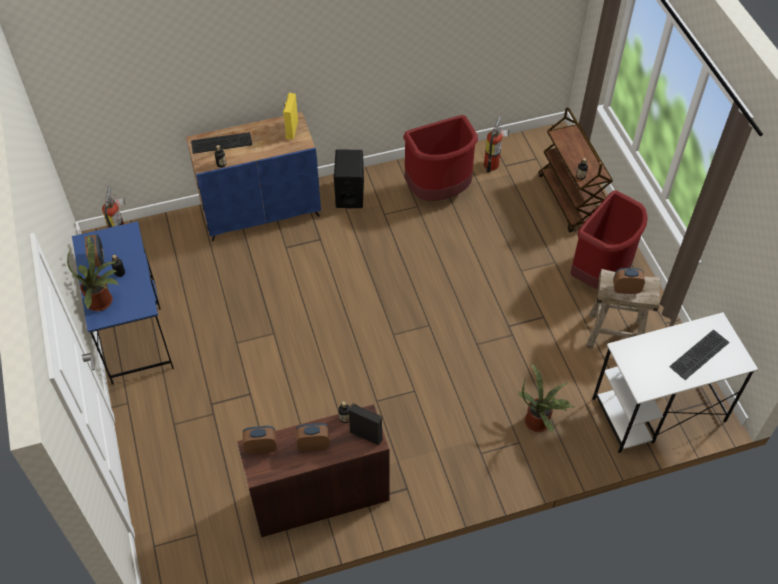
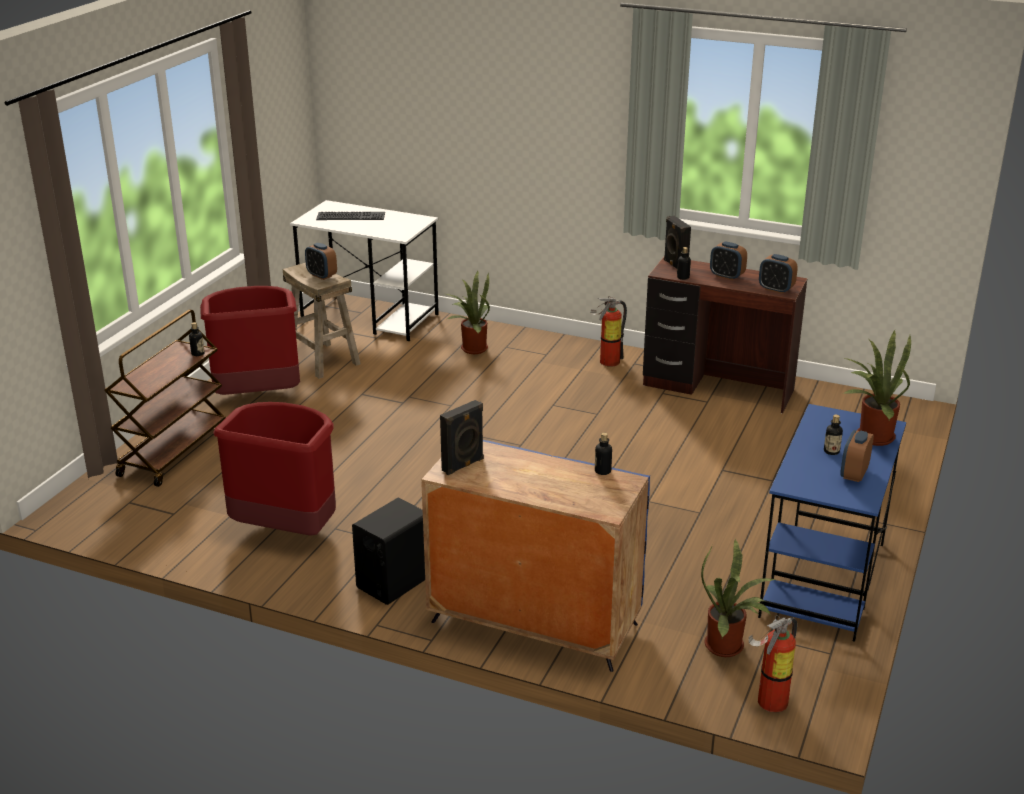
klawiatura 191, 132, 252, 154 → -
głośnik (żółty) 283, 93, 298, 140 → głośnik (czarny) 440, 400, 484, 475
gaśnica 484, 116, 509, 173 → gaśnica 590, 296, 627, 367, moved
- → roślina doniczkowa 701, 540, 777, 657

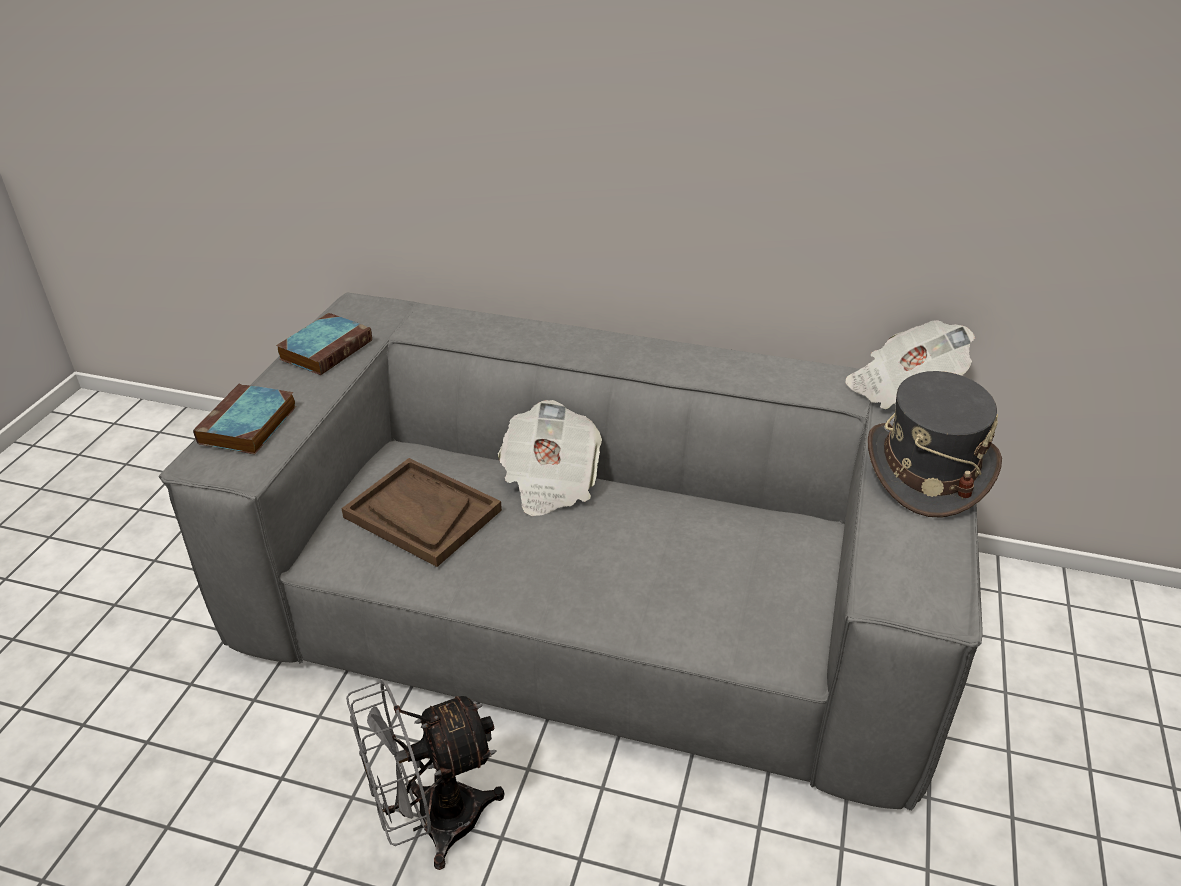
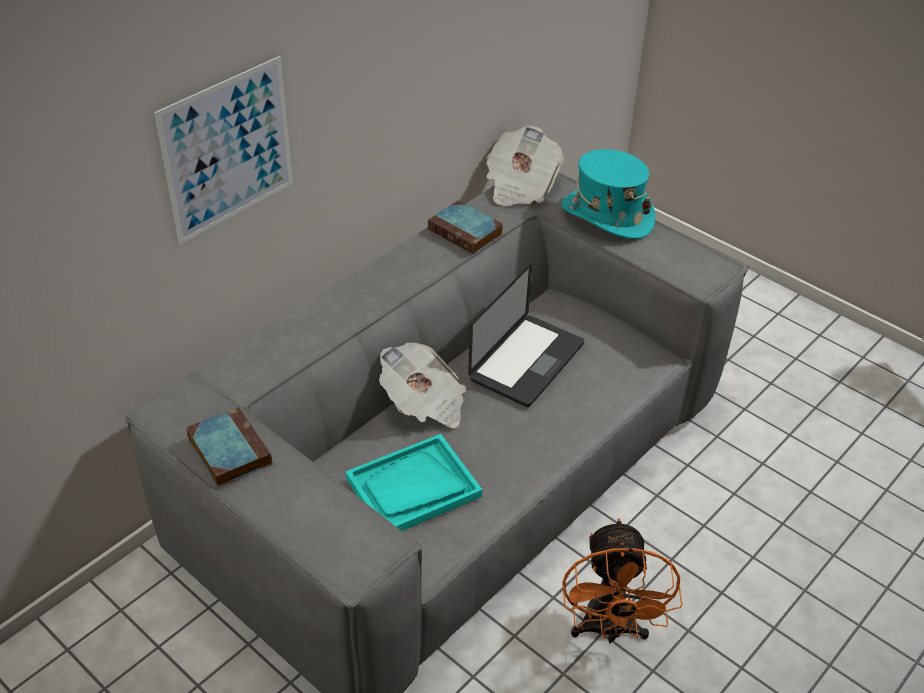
książka 193, 384, 296, 455 → książka 428, 200, 503, 254, moved
taca (brązowy) 341, 458, 502, 567 → taca (turkusowy) 346, 434, 482, 531
wentylator (szary) 346, 680, 505, 870 → wentylator (pomarańczowy) 562, 518, 683, 643
kapelusz (szary) 868, 371, 1002, 518 → kapelusz (turkusowy) 561, 149, 655, 239
- → obraz 154, 56, 293, 244
- → laptop 468, 264, 584, 407

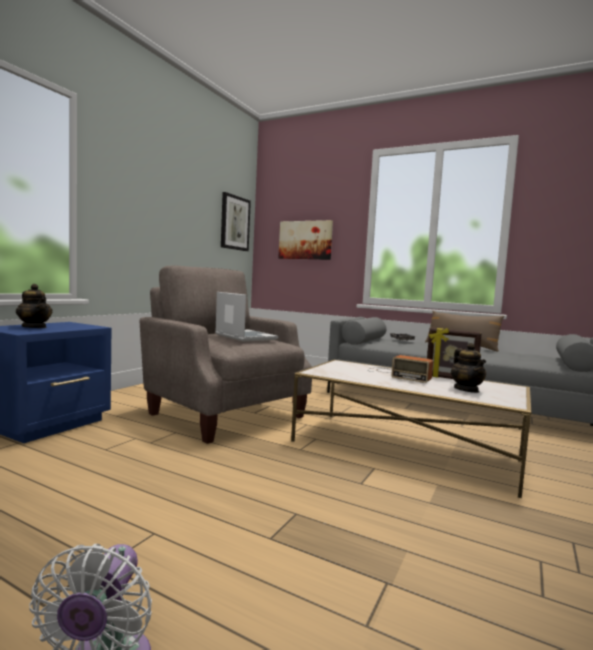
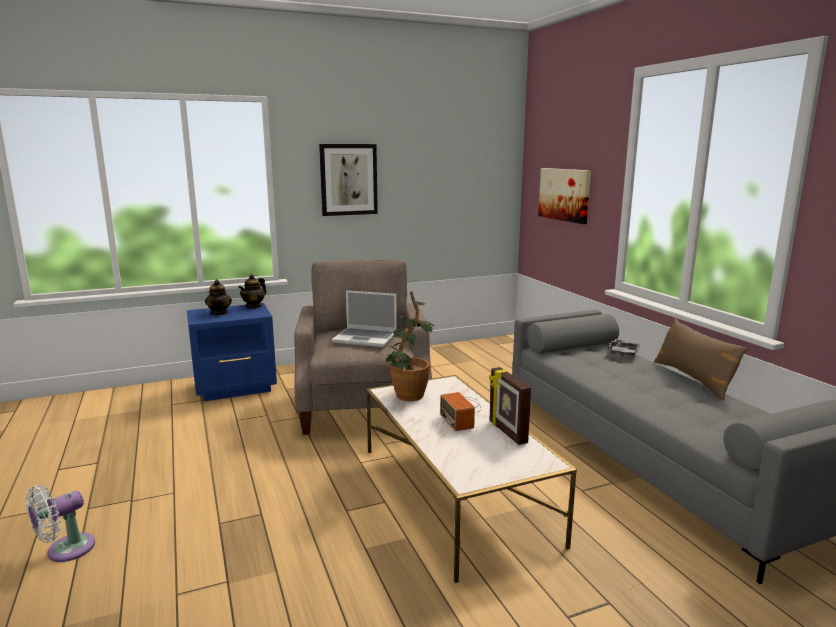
laptop 215, 292, 278, 341 → laptop 332, 291, 397, 347, 105 degrees clockwise
obraz 221, 192, 251, 251 → obraz 319, 144, 378, 216, moved
imbryk 451, 343, 486, 393 → imbryk 238, 274, 267, 309, moved
- → roślina doniczkowa 386, 291, 434, 401

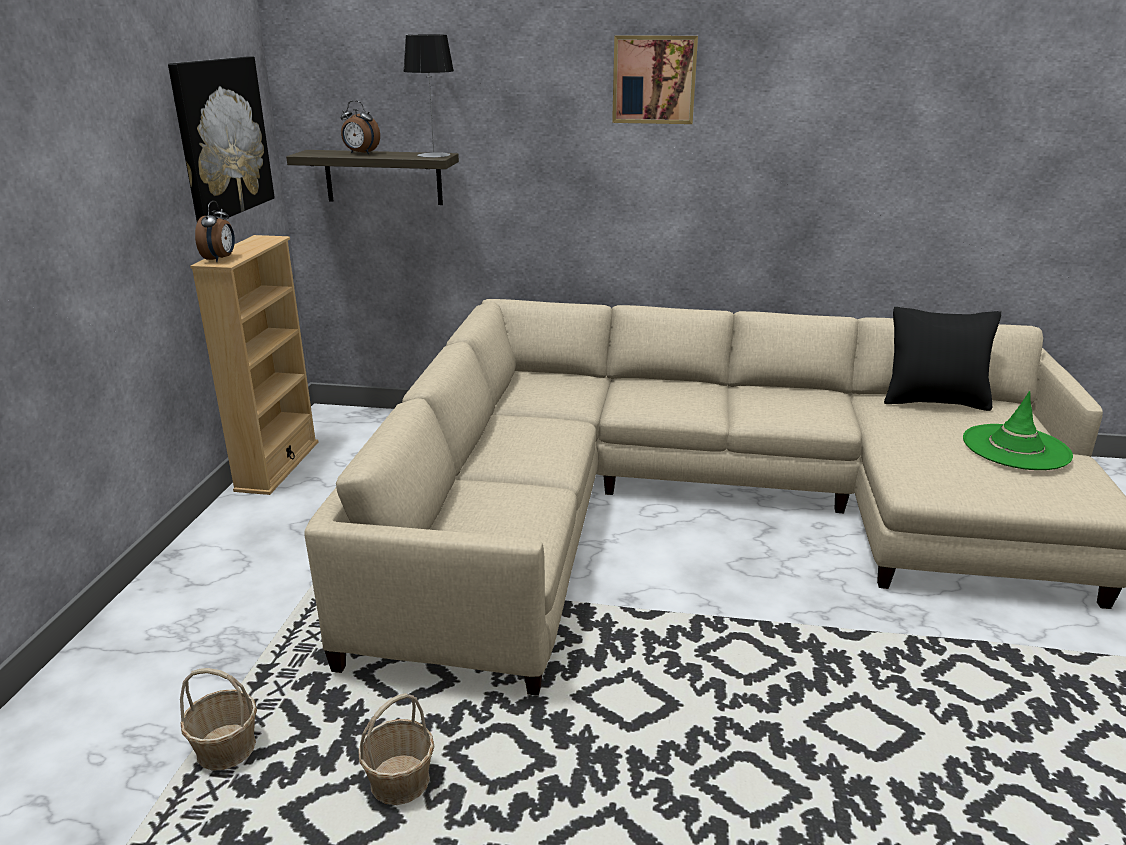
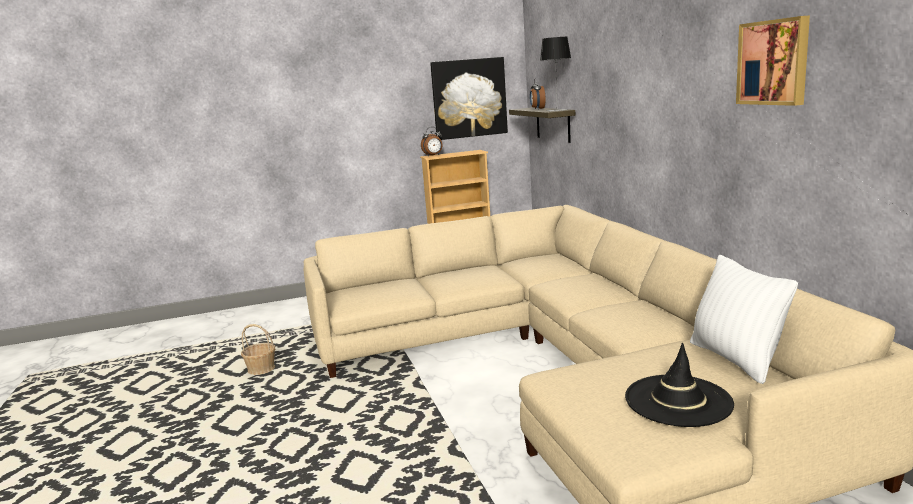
koszyk 180, 668, 257, 771 → -
obraz 612, 35, 698, 124 → obraz 736, 15, 810, 106, moved
poduszka (czarny) 884, 307, 1001, 411 → poduszka (biały) 690, 255, 798, 384
kapelusz (zielony) 963, 391, 1073, 470 → kapelusz (czarny) 625, 343, 734, 427

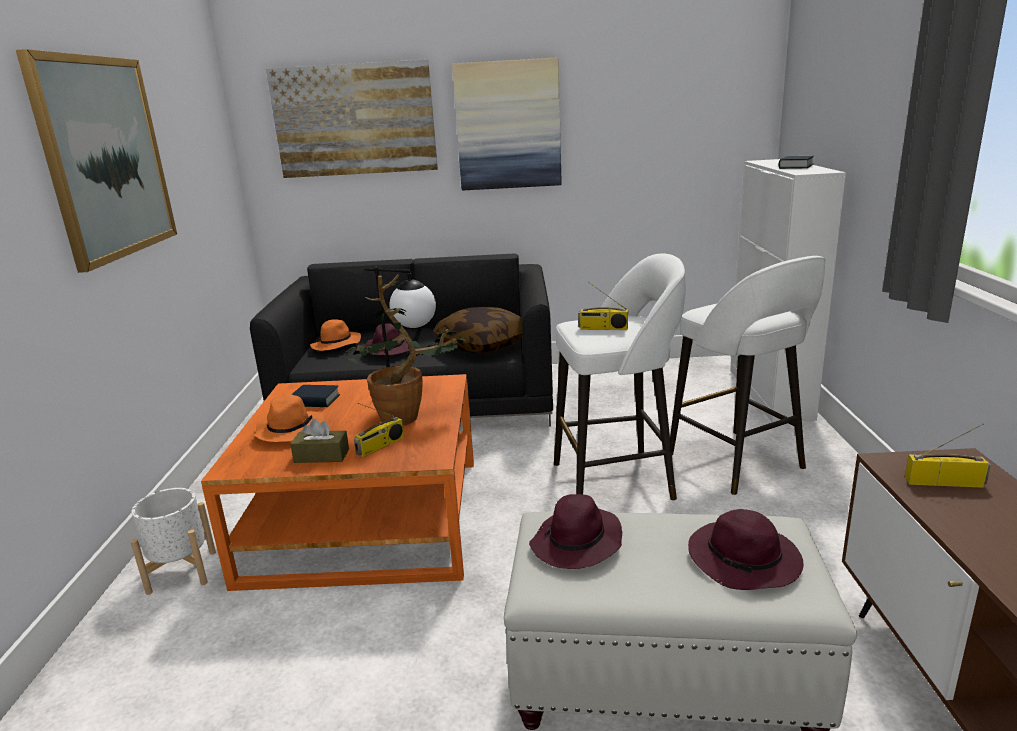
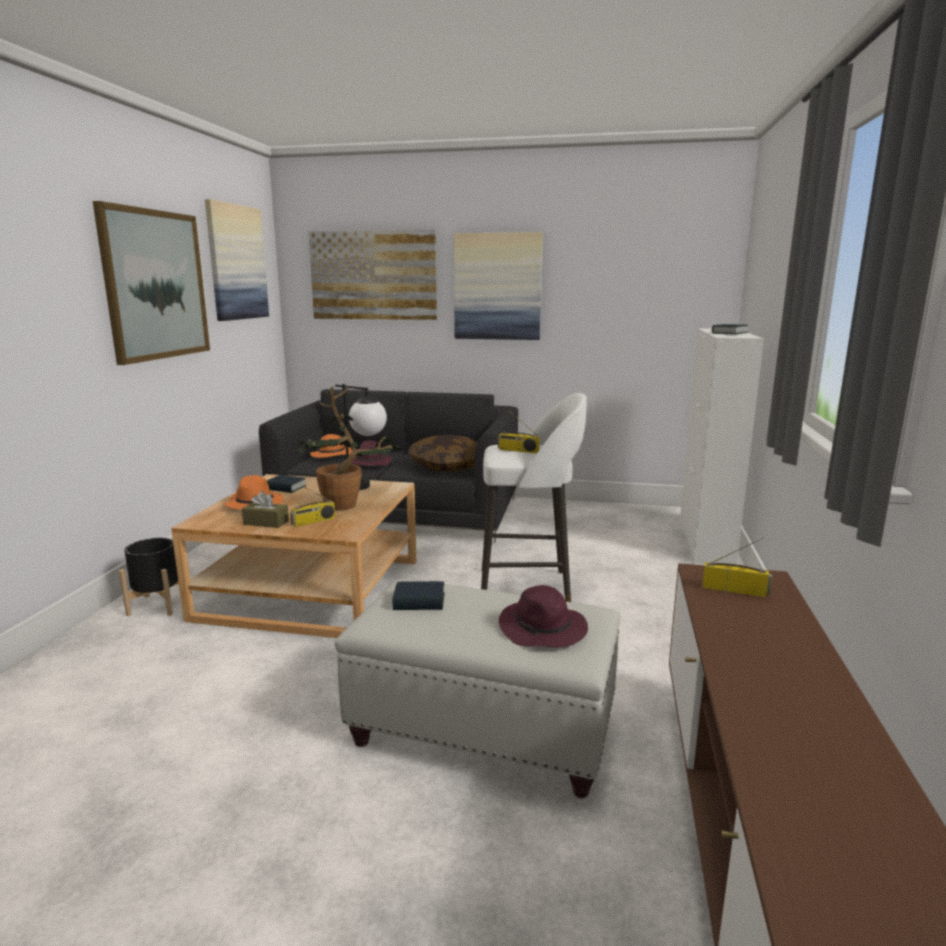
donica (biały) 130, 488, 216, 595 → donica (czarny) 119, 538, 179, 616
ława (pomarańczowy) 201, 374, 474, 591 → ława (beżowy) 171, 474, 416, 638
kapelusz (fioletowy) 529, 494, 622, 569 → książka 392, 581, 445, 610
stołek (biały) 670, 256, 825, 495 → -
- → obraz 205, 199, 269, 321

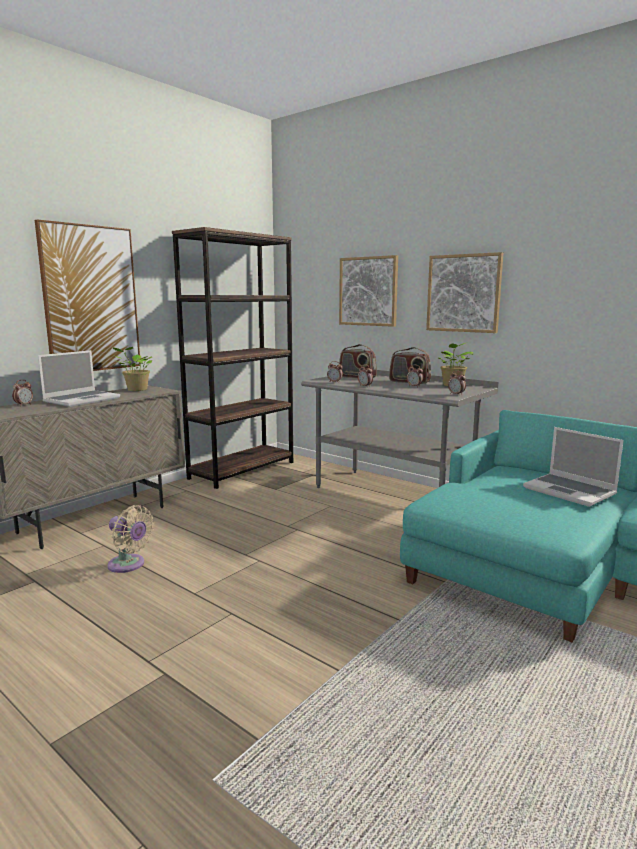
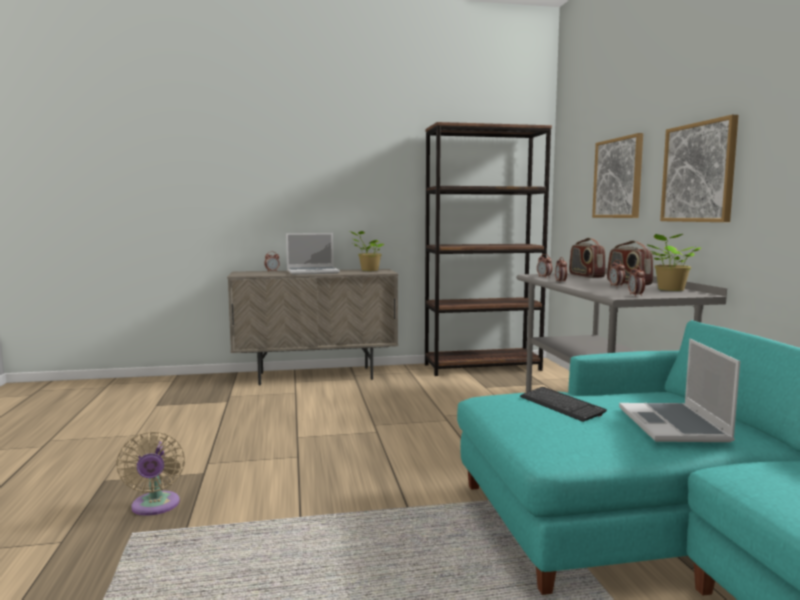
obraz 35, 219, 140, 371 → -
wentylator (beżowy) 107, 505, 154, 573 → wentylator (beżowy) 116, 431, 185, 516, moved
- → klawiatura 520, 387, 607, 422

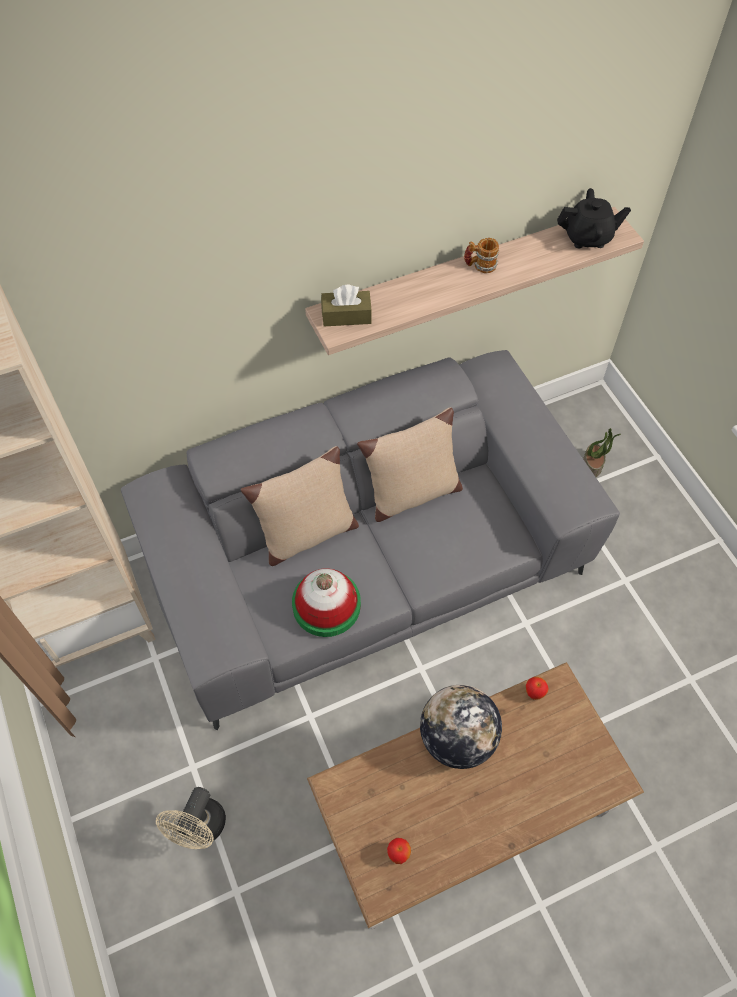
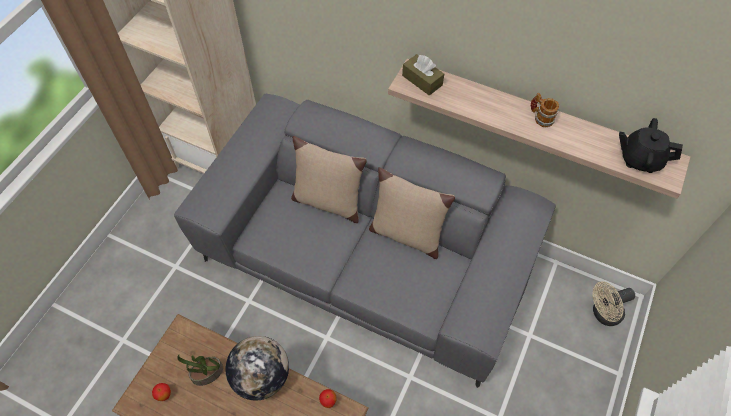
wentylator (beżowy) 156, 787, 226, 849 → wentylator (beżowy) 592, 281, 635, 326, moved
kapelusz 292, 568, 361, 637 → -
imbryk (czarny) 557, 188, 631, 248 → imbryk (czarny) 619, 118, 683, 173, 150 degrees clockwise
roślina doniczkowa 583, 428, 621, 477 → roślina doniczkowa 177, 355, 223, 386, moved

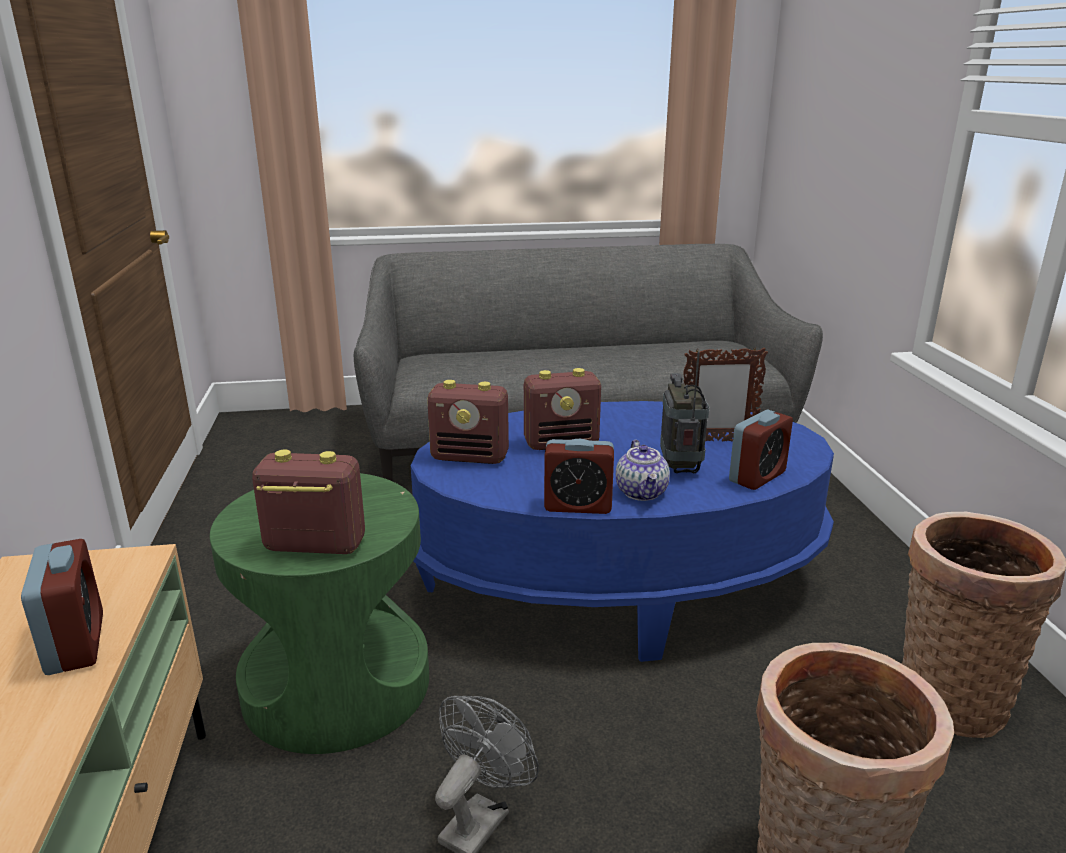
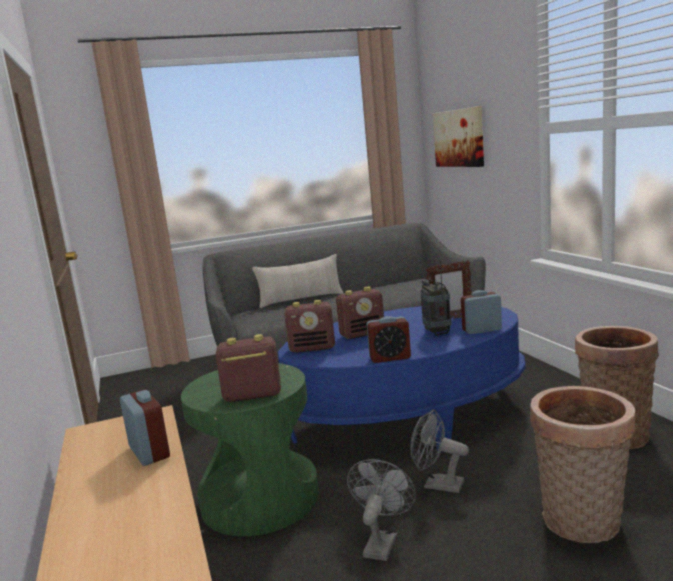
imbryk 616, 440, 670, 501 → -
budzik 729, 410, 793, 490 → budzik 461, 290, 502, 334, 135 degrees counterclockwise
- → poduszka (beżowy) 252, 254, 344, 308
- → wentylator (szary) 410, 409, 469, 493
- → obraz 433, 106, 484, 167

